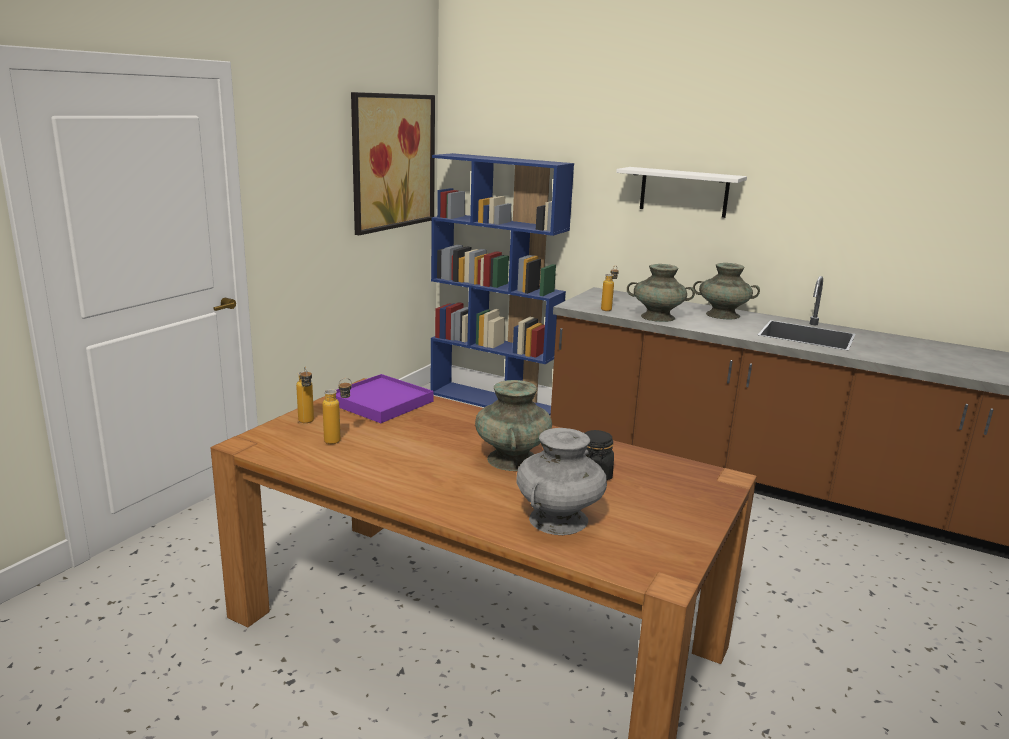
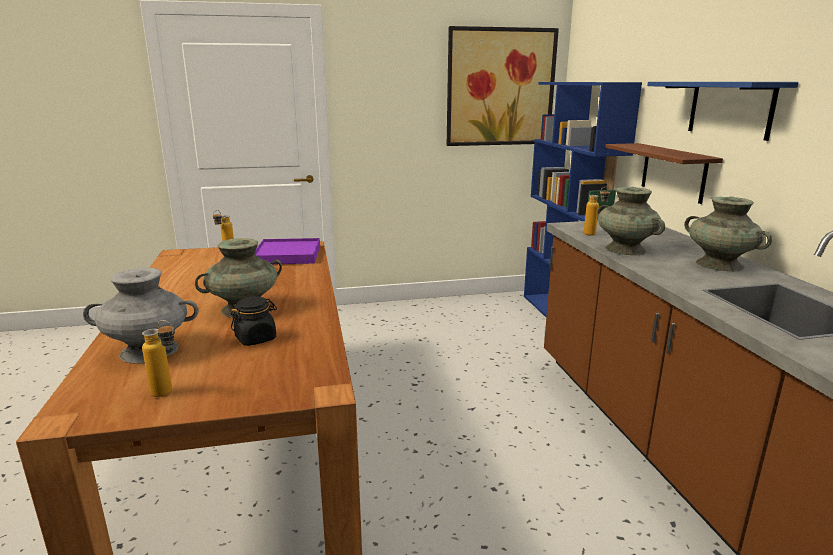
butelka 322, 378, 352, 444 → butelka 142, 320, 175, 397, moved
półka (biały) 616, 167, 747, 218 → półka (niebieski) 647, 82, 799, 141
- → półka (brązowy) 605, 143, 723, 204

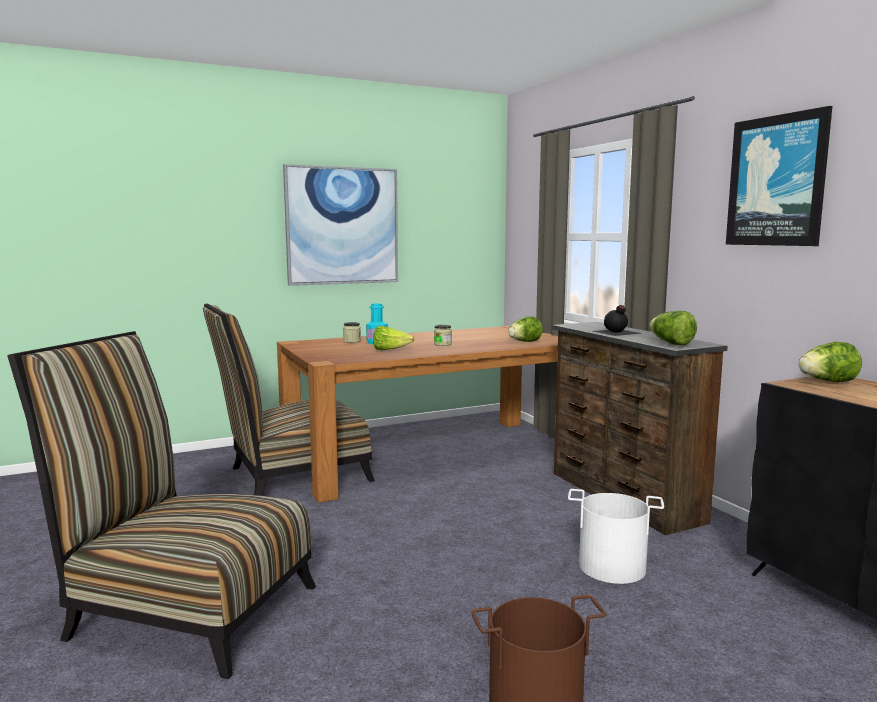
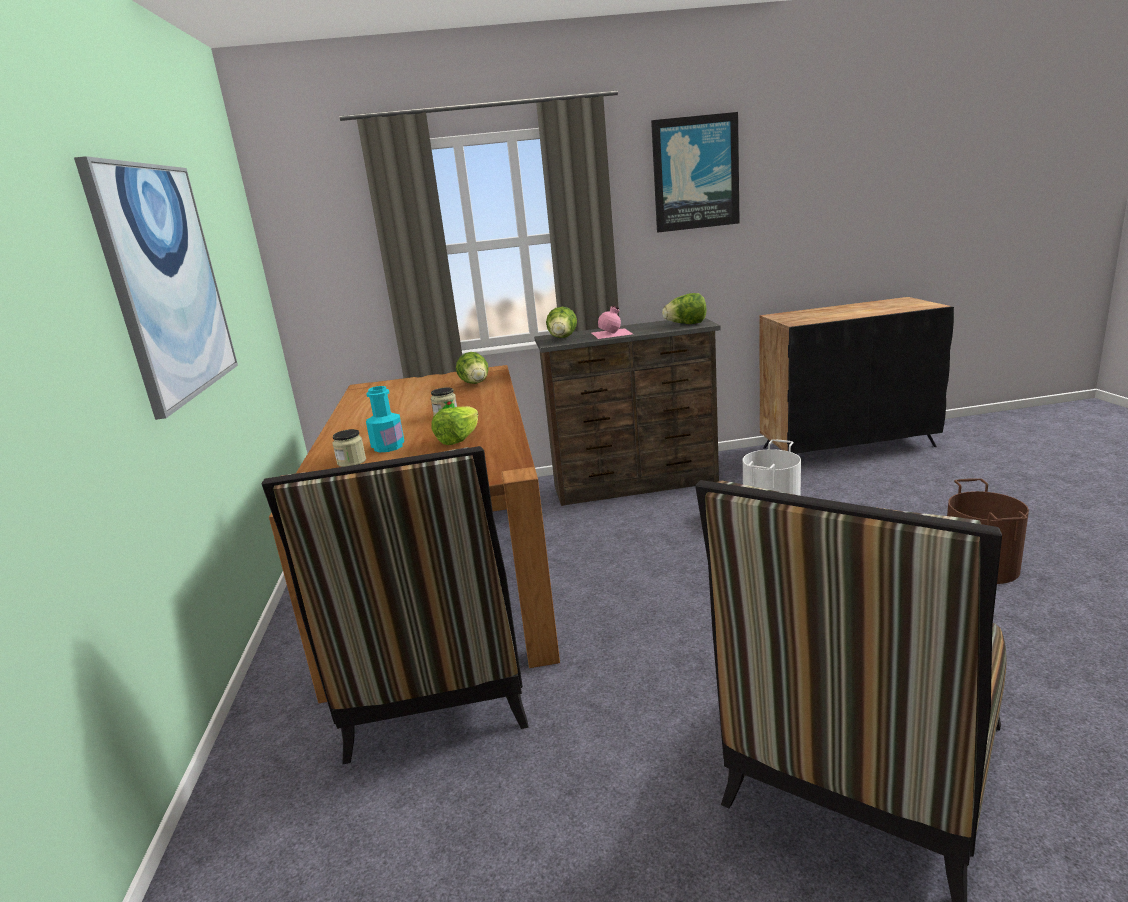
butelka (czarny) 593, 305, 642, 336 → butelka (różowy) 592, 305, 633, 339
sałata 798, 342, 862, 382 → sałata 546, 307, 577, 338, moved

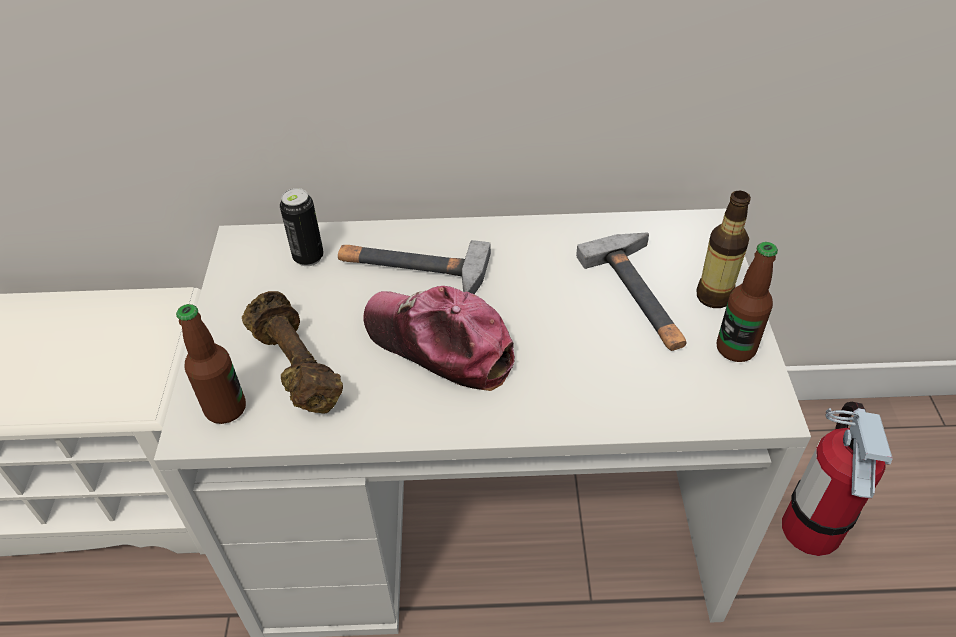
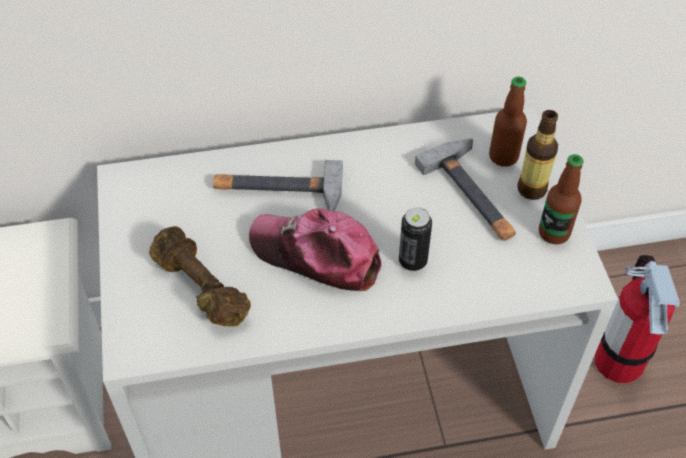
butelka 176, 304, 246, 424 → butelka 489, 77, 527, 166, moved
puszka 280, 188, 324, 266 → puszka 399, 207, 432, 271, moved

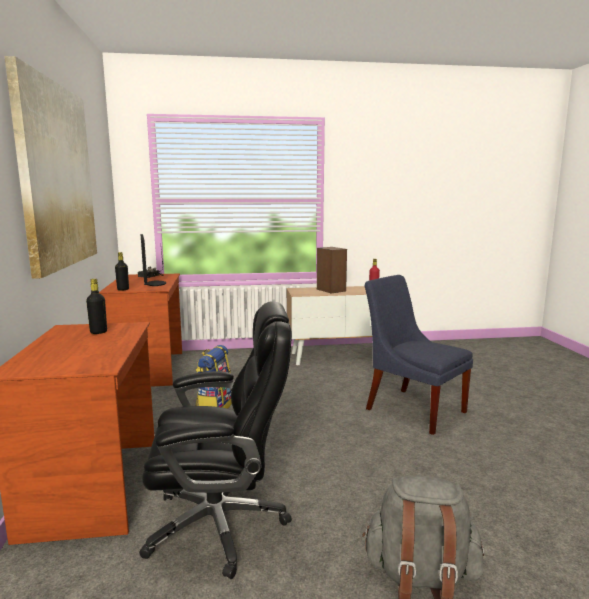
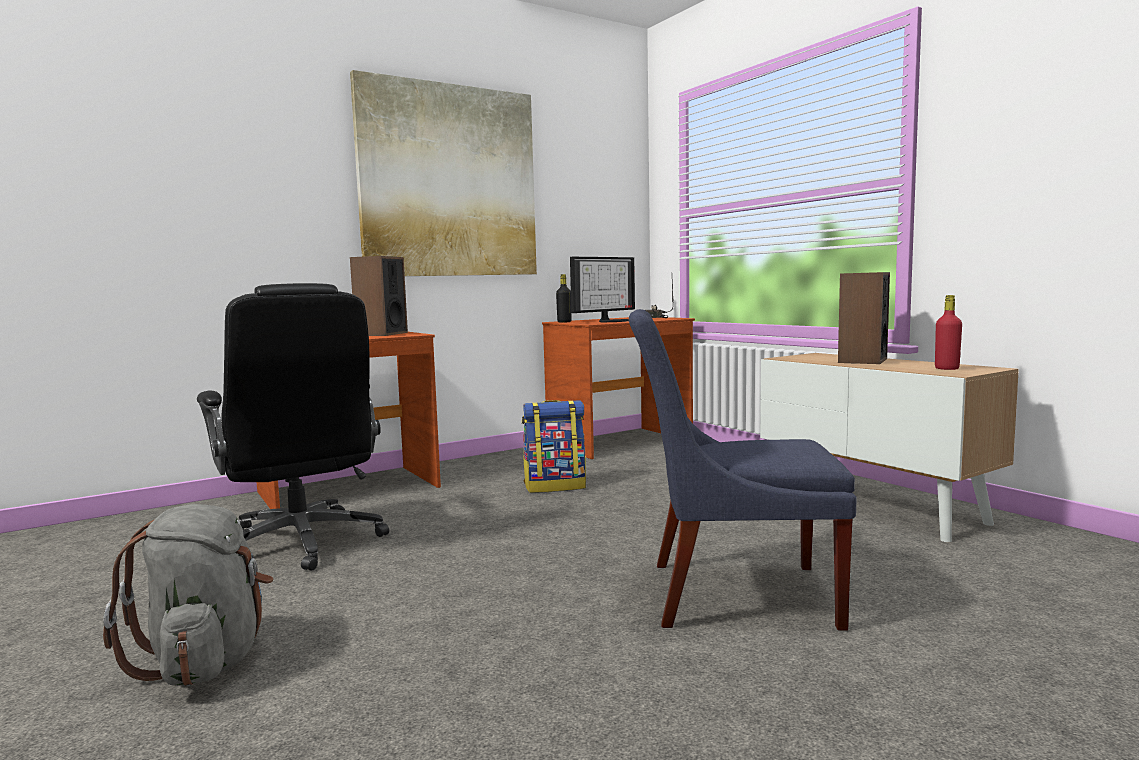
butelka (czarny) 86, 279, 107, 334 → głośnik 350, 256, 408, 336
krzesło (niebieski) 365, 275, 473, 435 → krzesło (niebieski) 629, 309, 857, 631, 105 degrees counterclockwise

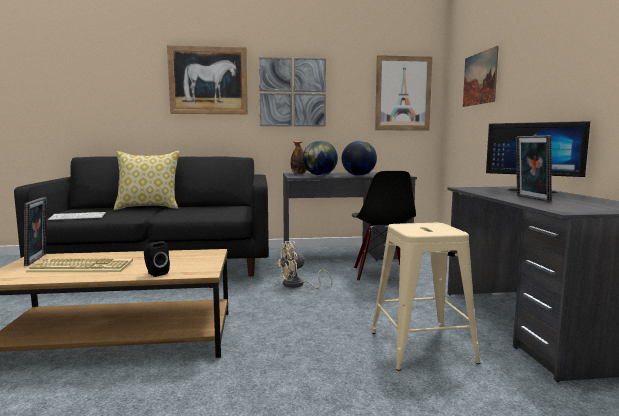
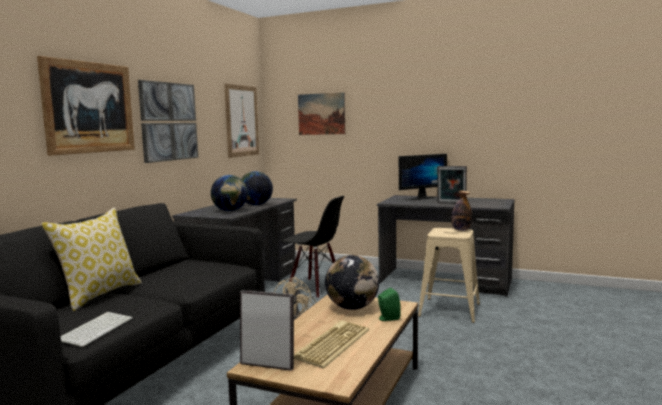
głośnik (czarny) 144, 241, 170, 277 → głośnik (zielony) 378, 288, 401, 321
butelka 291, 141, 307, 174 → butelka 451, 191, 472, 231, moved
- → globus 325, 255, 379, 310

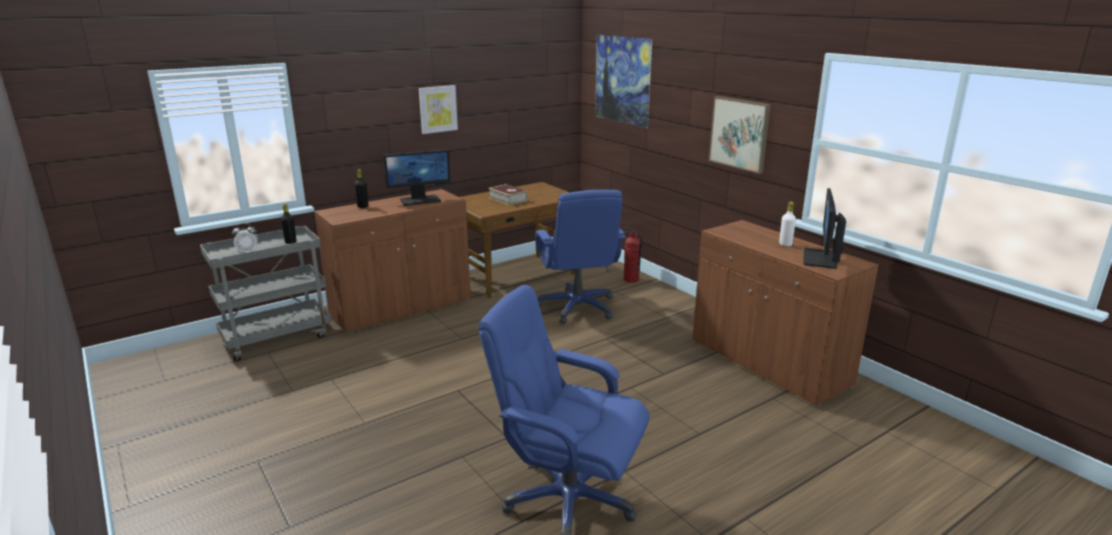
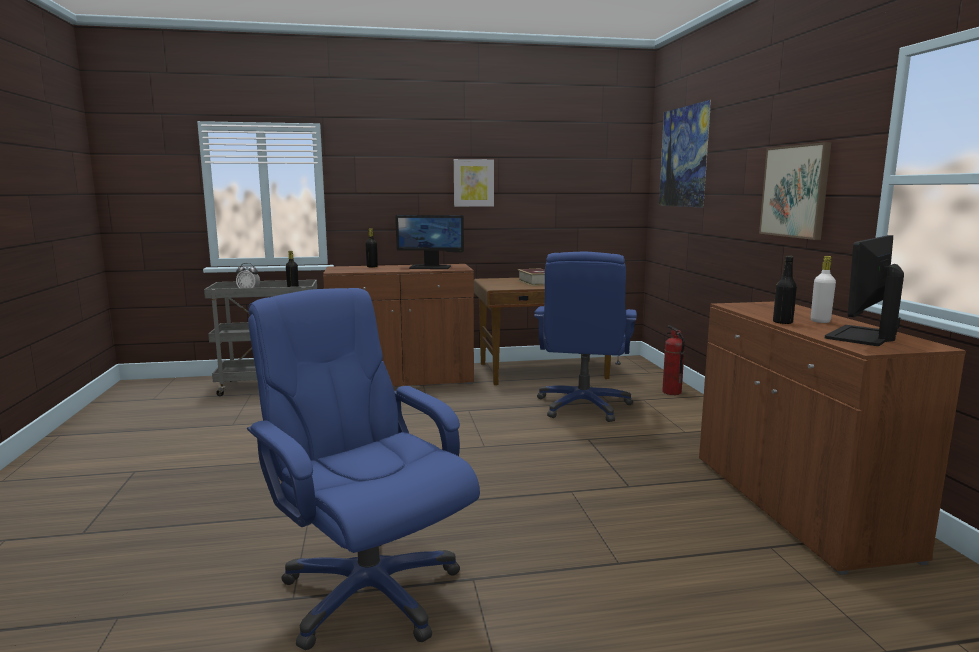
- → butelka (czarny) 773, 256, 797, 324

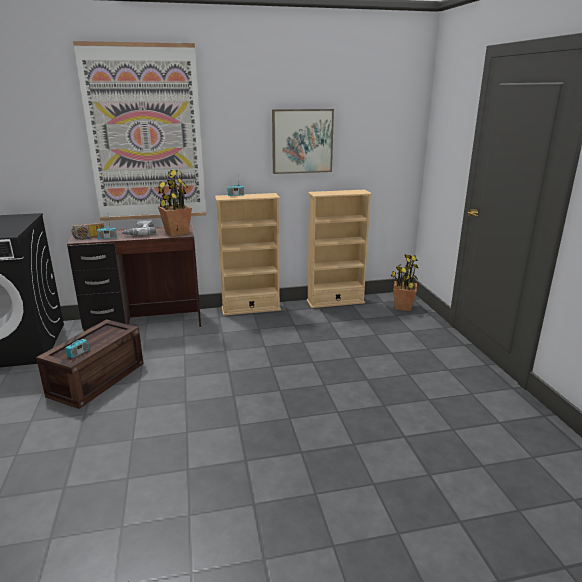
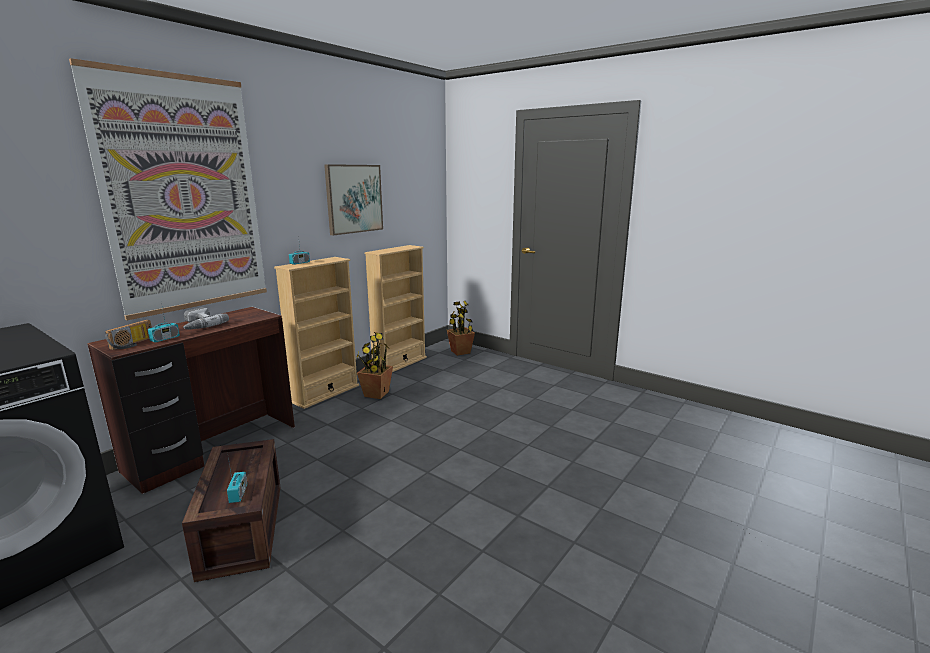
roślina doniczkowa 158, 170, 192, 237 → roślina doniczkowa 357, 332, 393, 399, moved

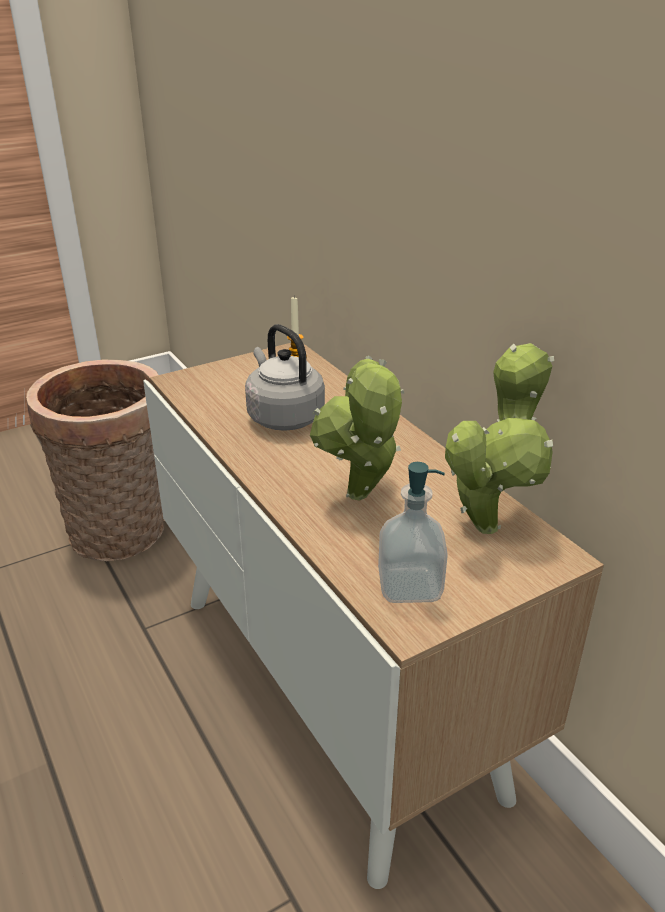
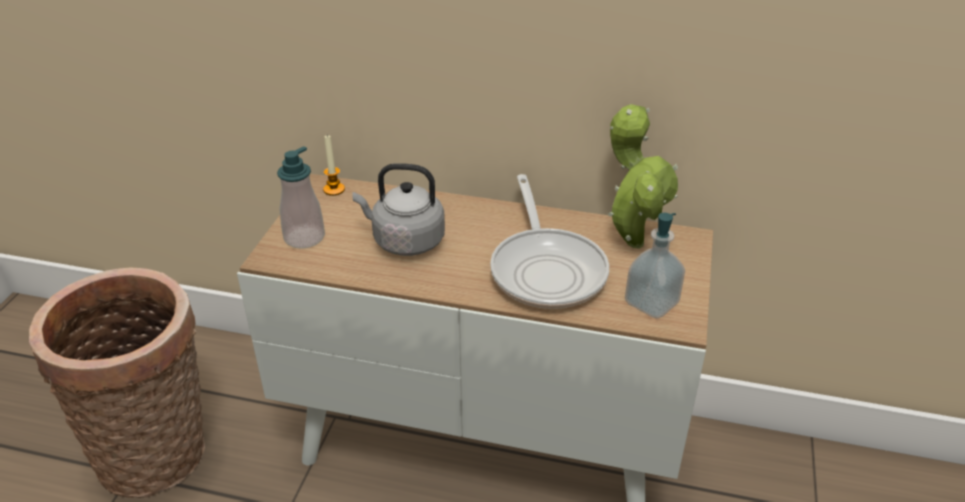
roślina doniczkowa 310, 356, 404, 501 → patelnia 490, 174, 609, 309
- → dozownik mydła 277, 146, 325, 249

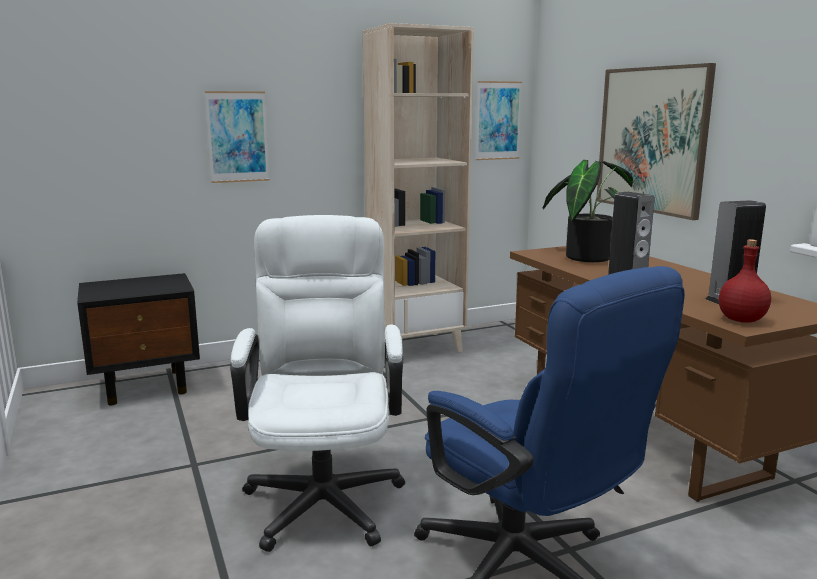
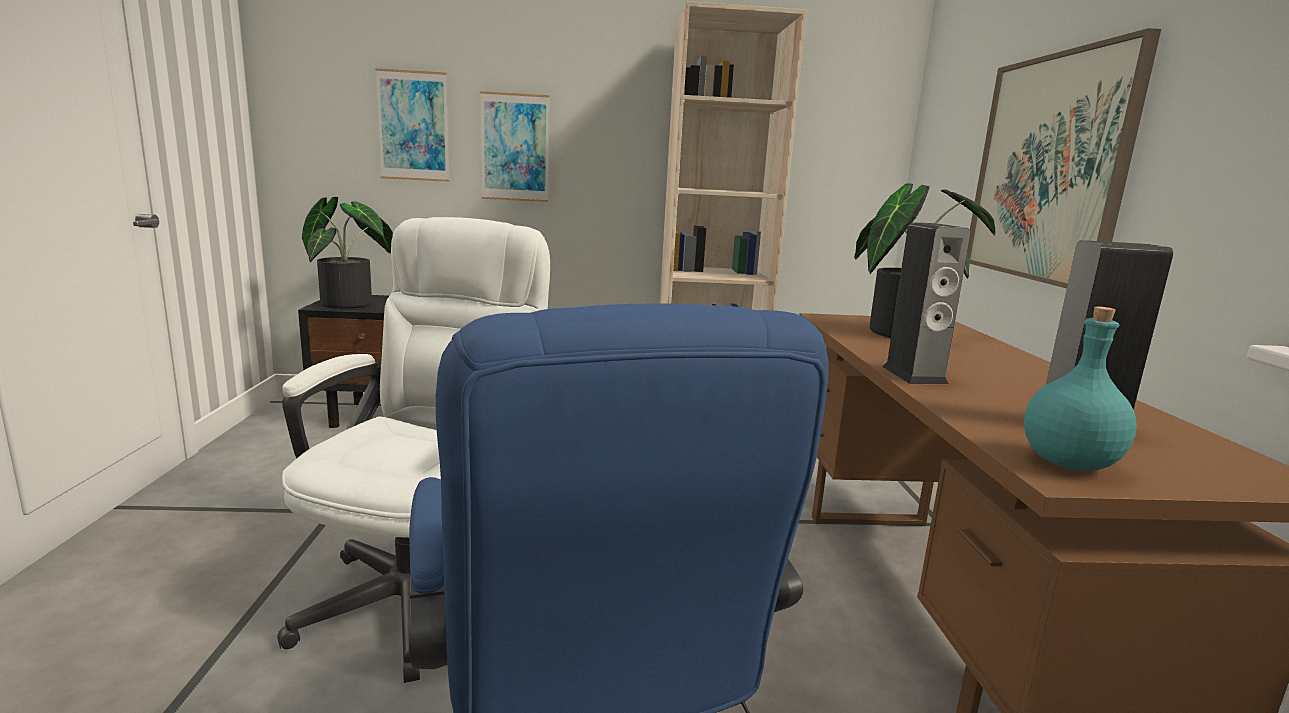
obraz 476, 81, 522, 160 → obraz 375, 68, 450, 182, moved
butelka (czerwony) 719, 239, 771, 323 → butelka (turkusowy) 1024, 306, 1137, 471
- → roślina doniczkowa 302, 197, 393, 309

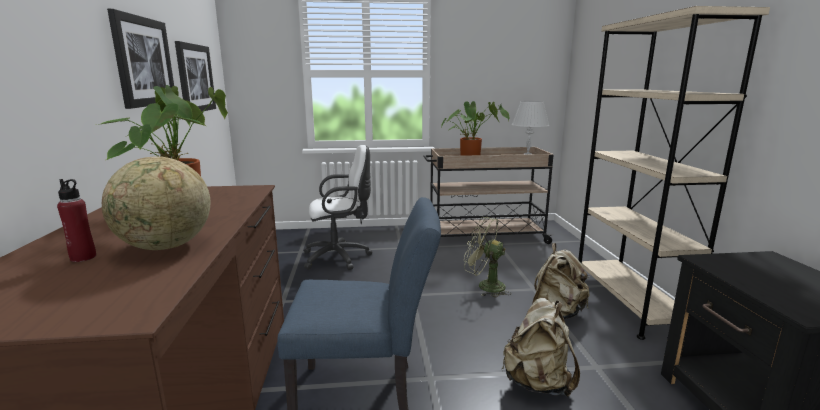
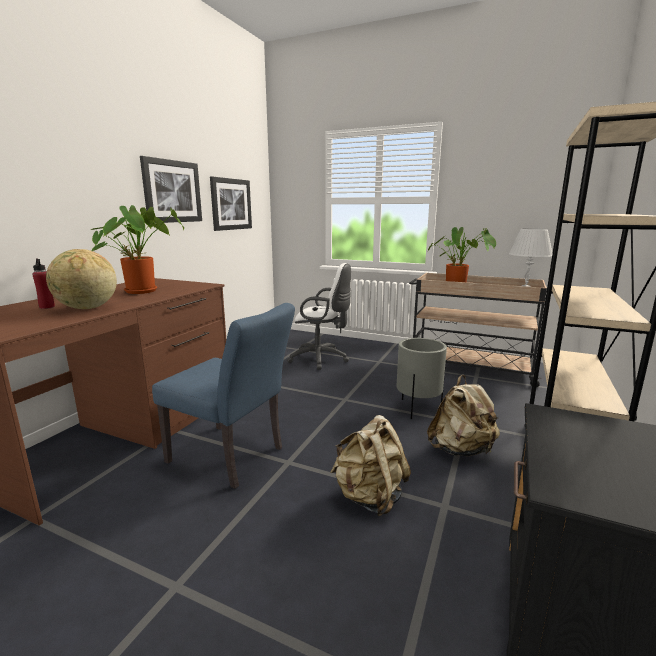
wentylator (zielony) 464, 217, 512, 297 → donica (szary) 397, 338, 447, 419

